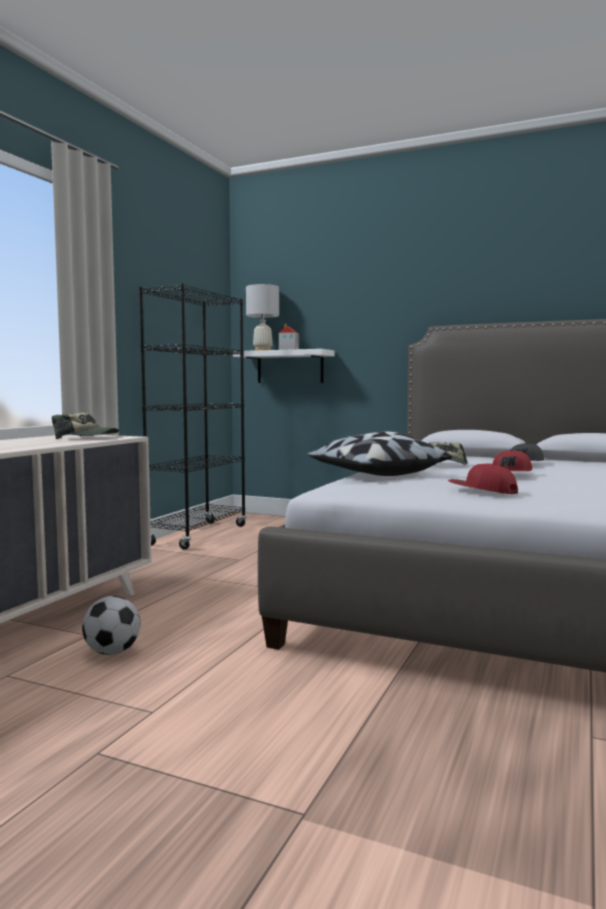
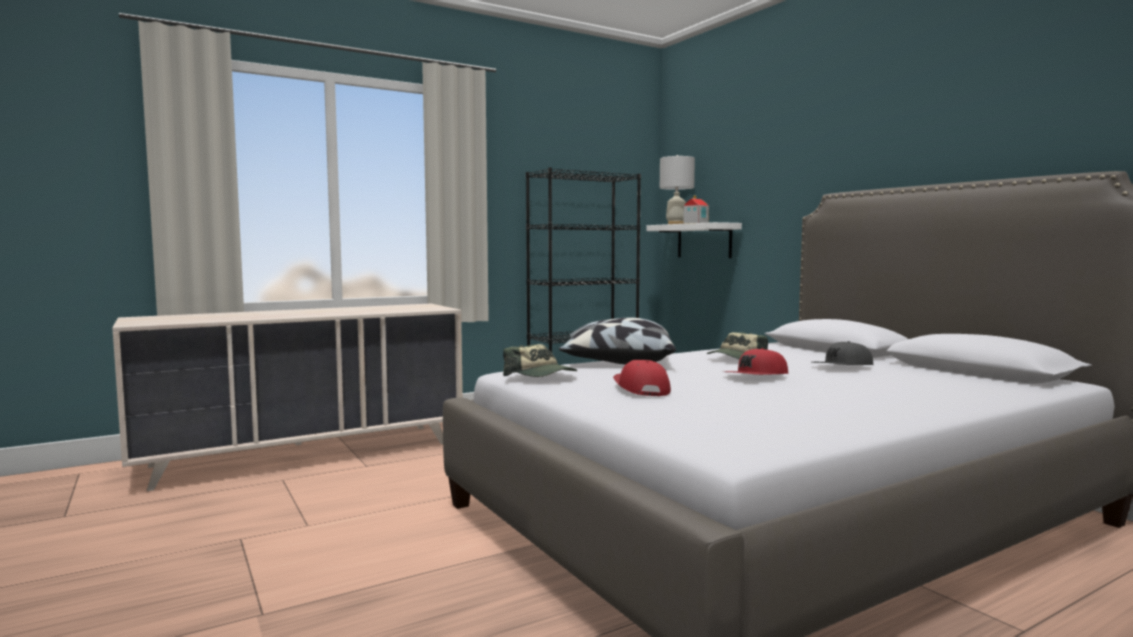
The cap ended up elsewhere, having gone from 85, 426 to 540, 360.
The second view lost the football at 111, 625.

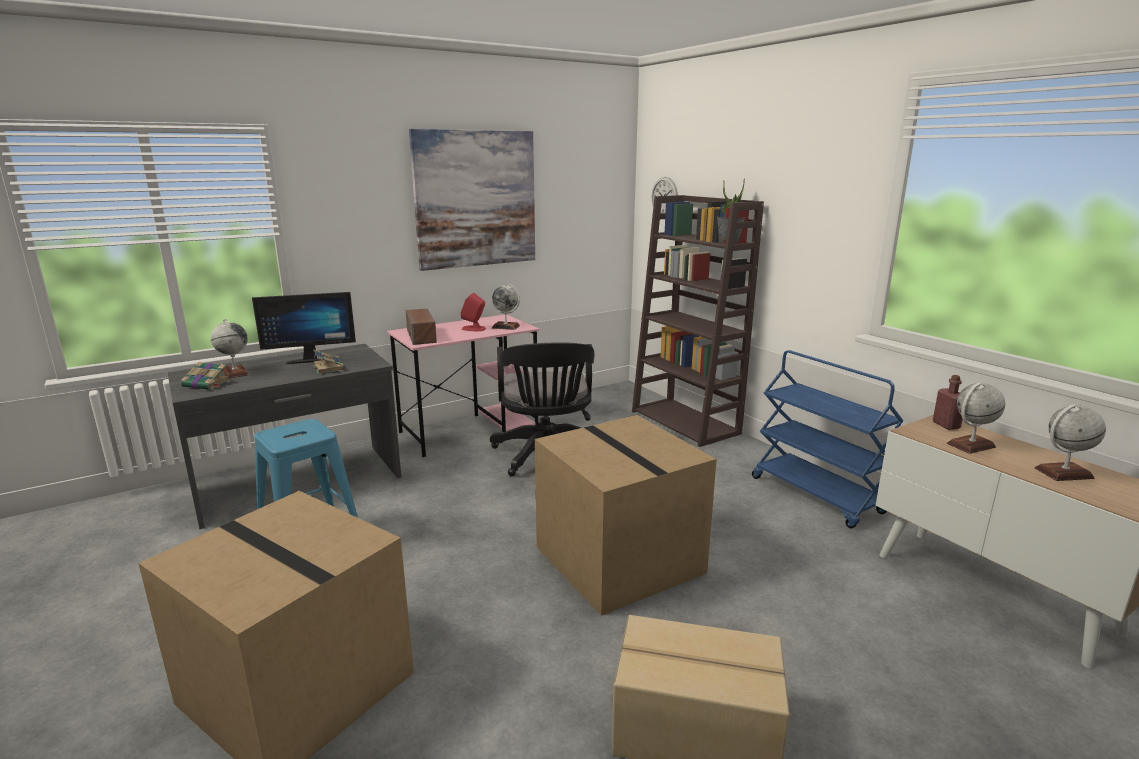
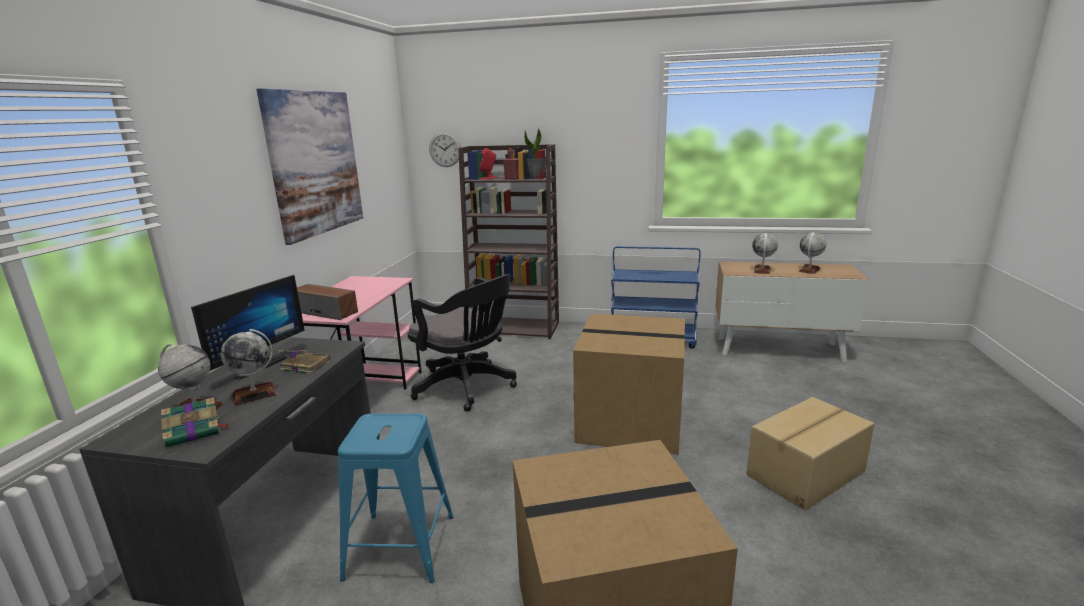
The globe ended up elsewhere, having gone from 506, 307 to 249, 367.
The red speaker ended up elsewhere, having gone from 473, 312 to 488, 163.
The red bottle ended up elsewhere, having gone from 948, 402 to 511, 164.

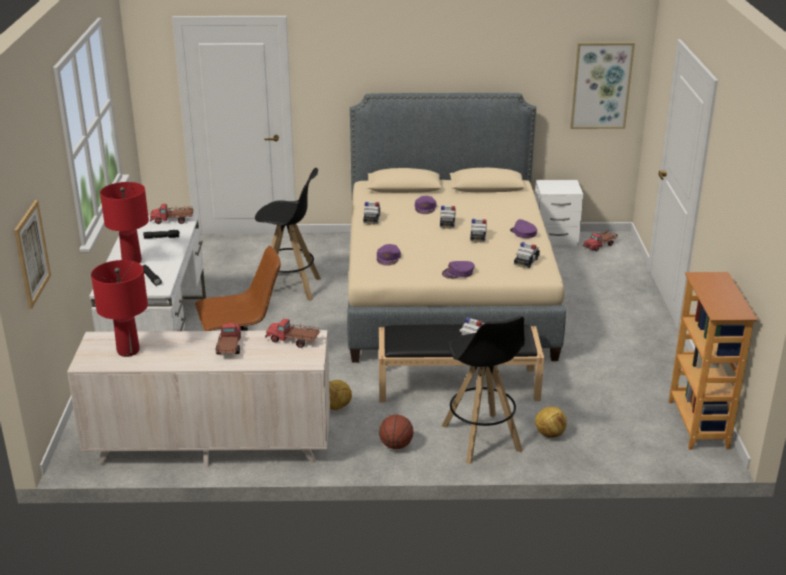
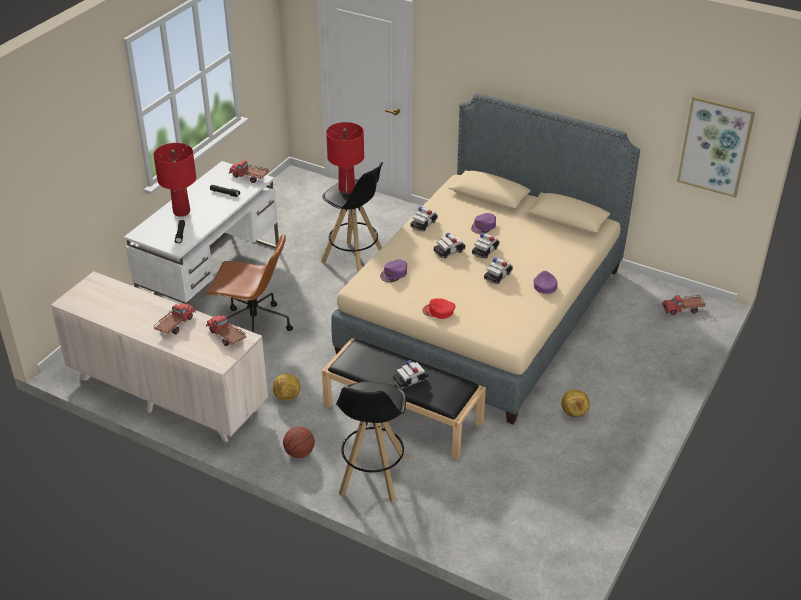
The red table lamp ended up elsewhere, having gone from 119, 308 to 345, 158.
What was the purple cap at 458, 270 turned into the red cap at 438, 309.
The toy car ended up elsewhere, having gone from 527, 255 to 449, 246.
The football ended up elsewhere, having gone from 551, 422 to 575, 403.
The second view lost the picture at 32, 254.
The second view lost the white nightstand at 559, 213.
The second view lost the bookcase at 713, 361.

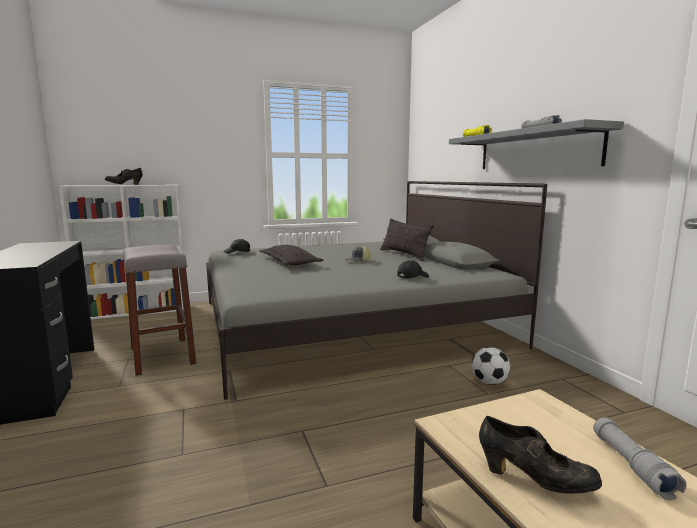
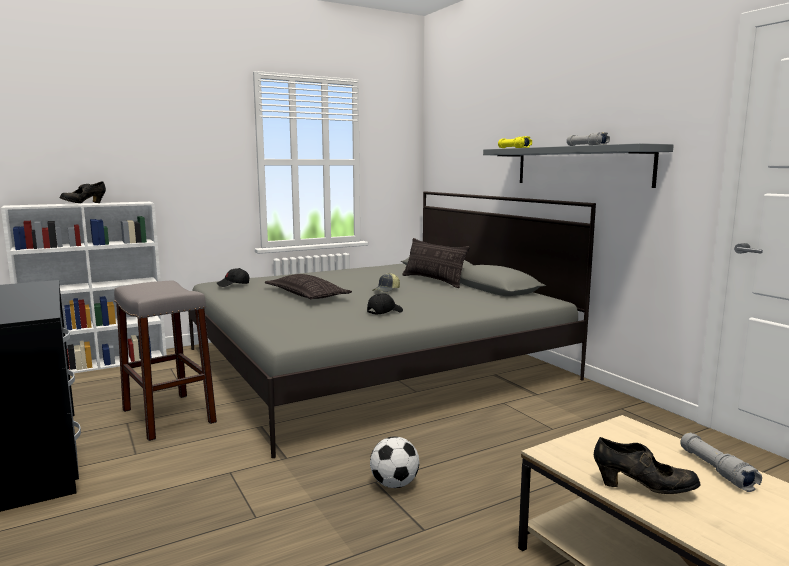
The black cap ended up elsewhere, having gone from 413, 270 to 385, 304.
The football ended up elsewhere, having gone from 491, 366 to 394, 462.

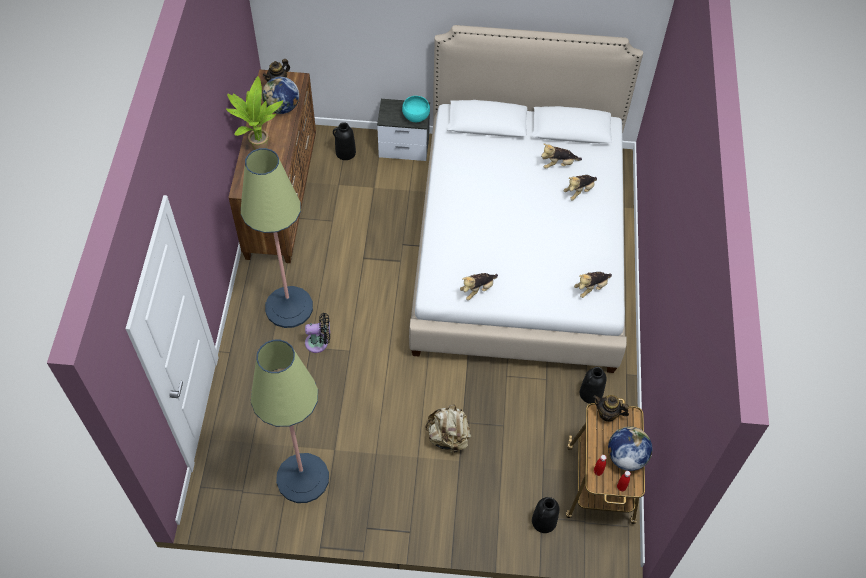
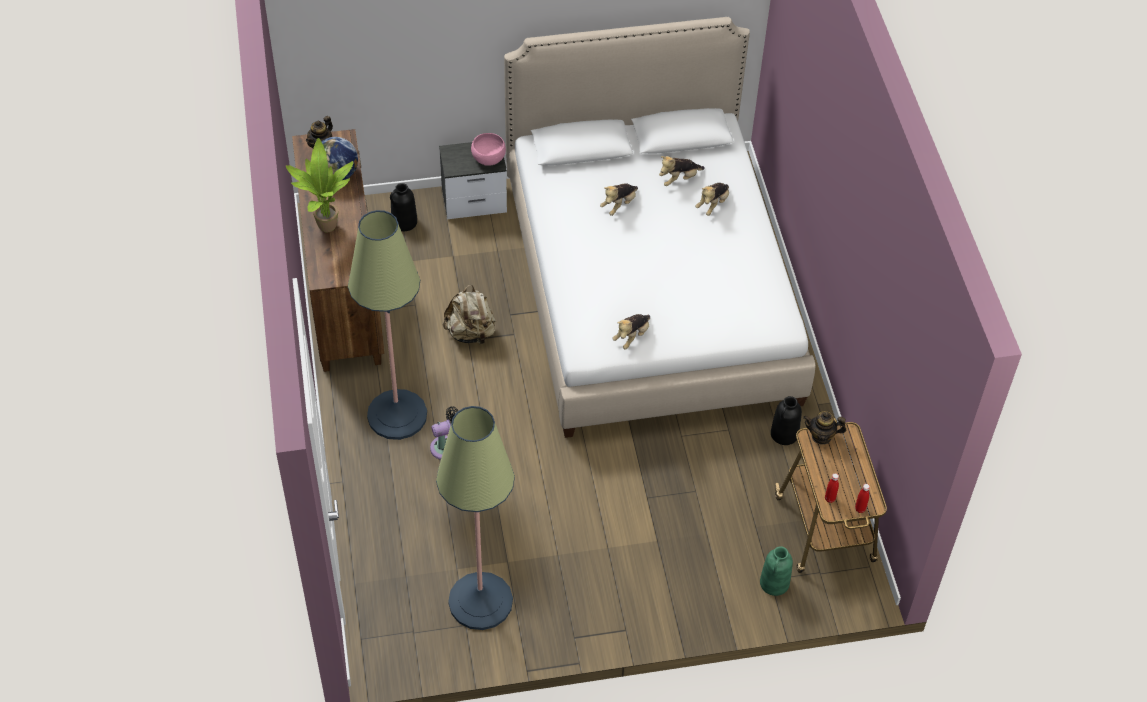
The beige backpack ended up elsewhere, having gone from 448, 429 to 469, 314.
What was the turquoise bowl at 416, 109 turned into the pink bowl at 488, 149.
The plush toy ended up elsewhere, having gone from 593, 285 to 619, 199.
What was the black vase at 545, 515 turned into the green vase at 776, 571.
The second view lost the globe at 630, 448.

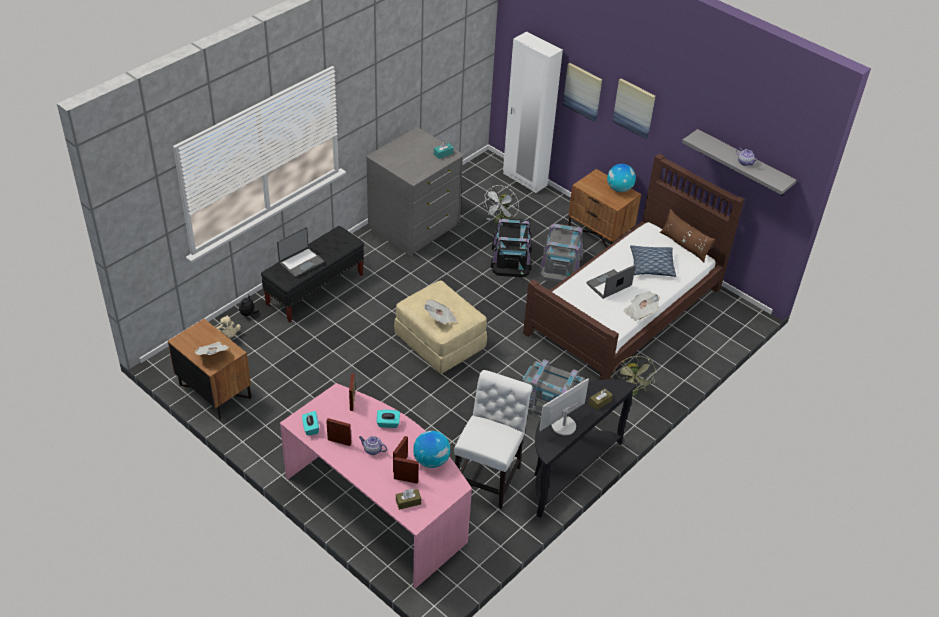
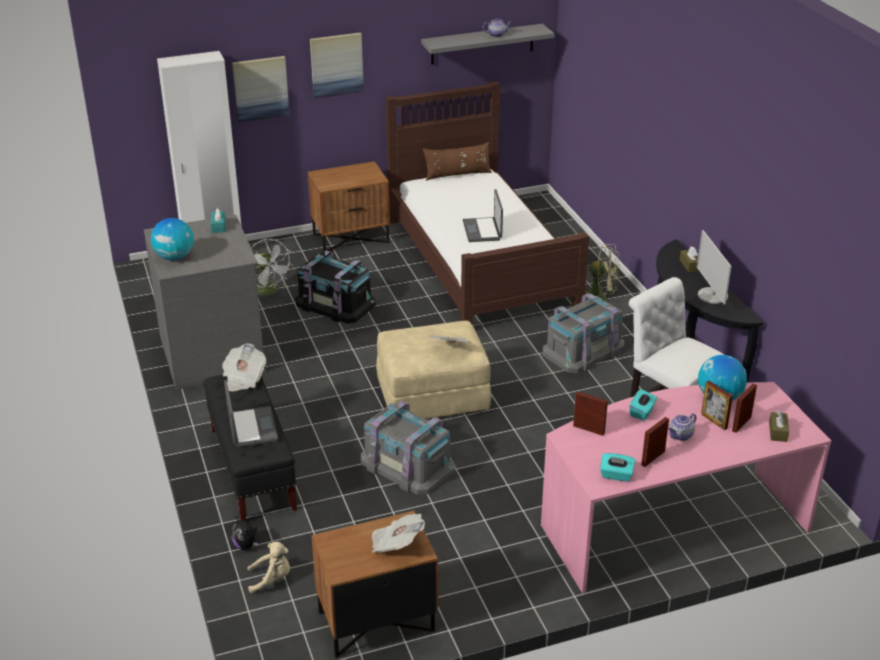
The globe ended up elsewhere, having gone from 621, 178 to 172, 239.
The newspaper ended up elsewhere, having gone from 642, 306 to 244, 367.
The grey storage box ended up elsewhere, having gone from 561, 253 to 408, 448.
The second view lost the pillow at 653, 261.

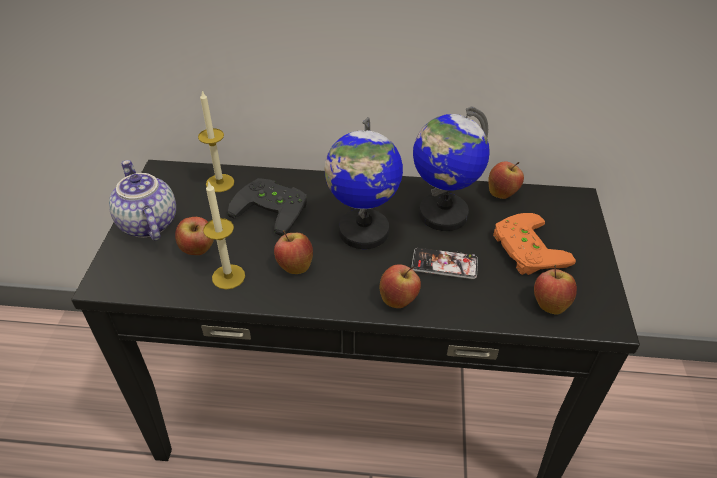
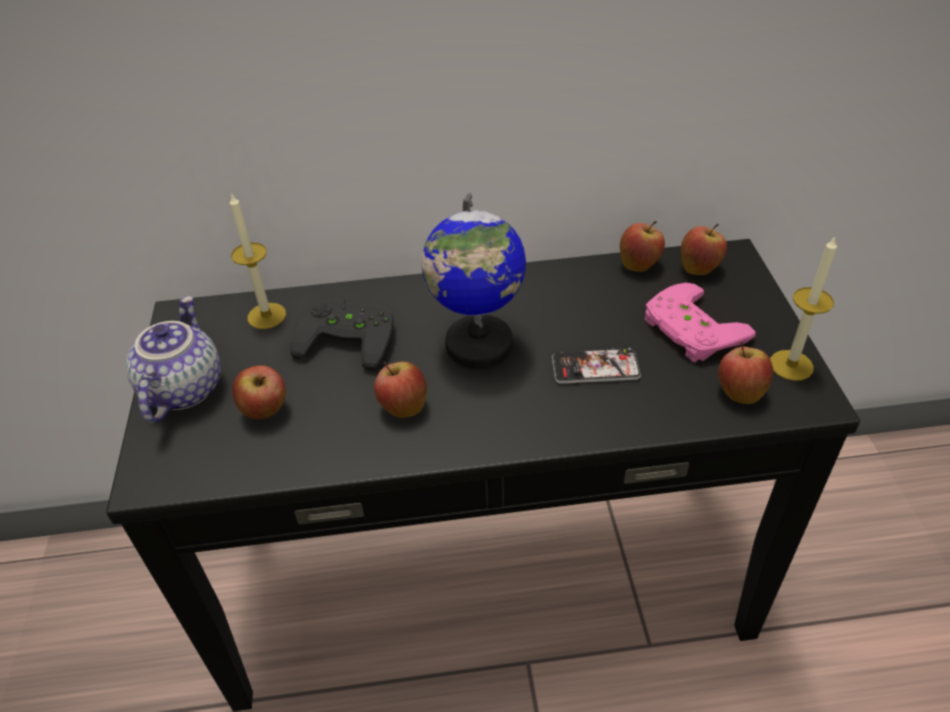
The teapot at 142, 200 ended up facing another way, 45 degrees clockwise from before.
What was the orange game controller at 534, 244 turned into the pink game controller at 700, 322.
The apple ended up elsewhere, having gone from 400, 286 to 704, 249.
The candle ended up elsewhere, having gone from 224, 235 to 803, 308.
The second view lost the globe at 451, 168.

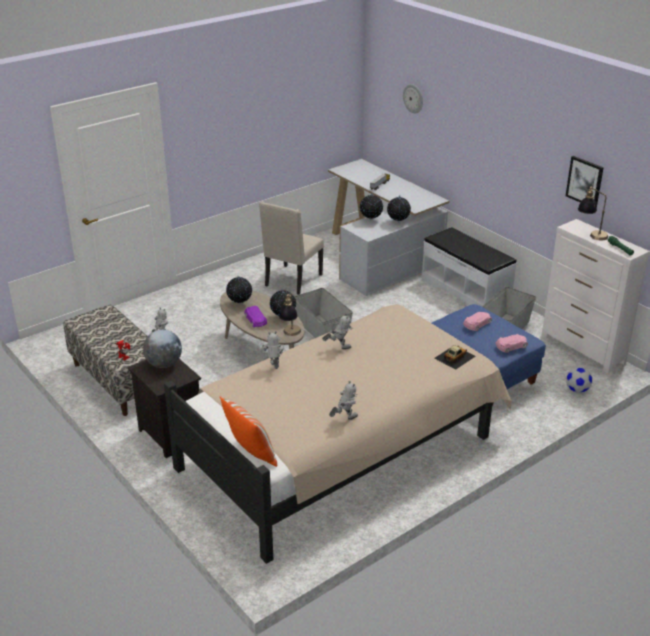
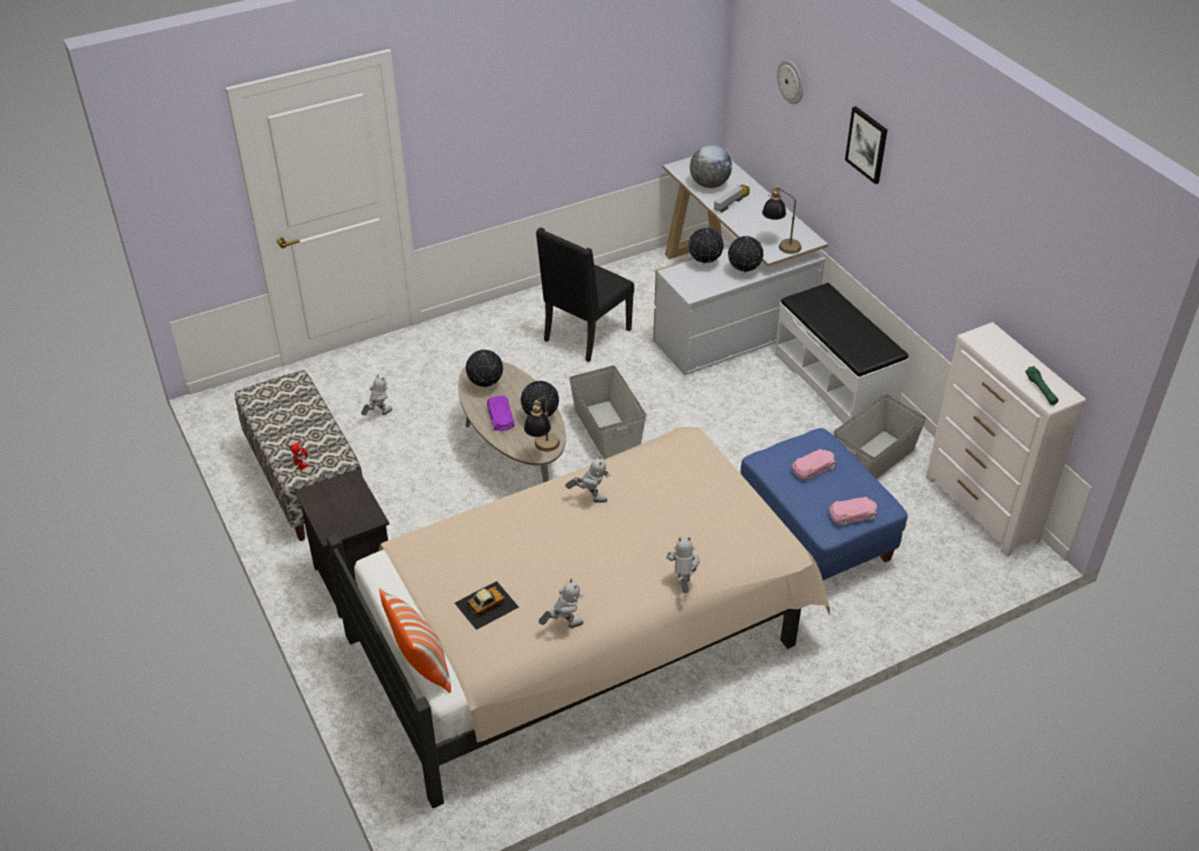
The toy car ended up elsewhere, having gone from 455, 357 to 487, 605.
What was the beige chair at 291, 248 turned into the black chair at 585, 294.
The toy robot ended up elsewhere, having gone from 273, 350 to 683, 565.
The globe ended up elsewhere, having gone from 162, 349 to 711, 166.
The table lamp ended up elsewhere, having gone from 593, 213 to 781, 219.
The picture ended up elsewhere, having gone from 585, 180 to 866, 145.
The second view lost the football at 579, 380.

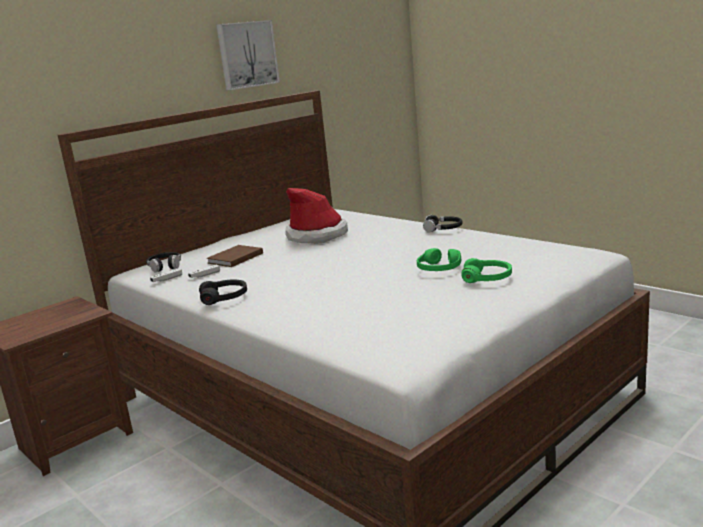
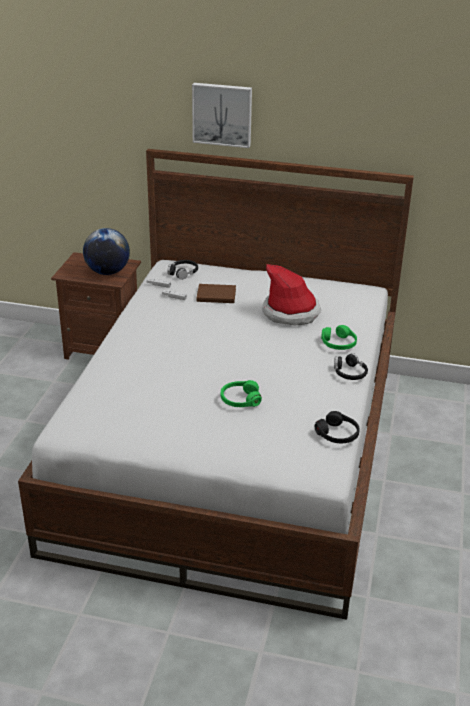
The second view gained the globe at 106, 251.
The picture ended up elsewhere, having gone from 248, 55 to 222, 115.
The black headphones ended up elsewhere, having gone from 223, 292 to 337, 427.
The green headphones ended up elsewhere, having gone from 486, 270 to 339, 337.

